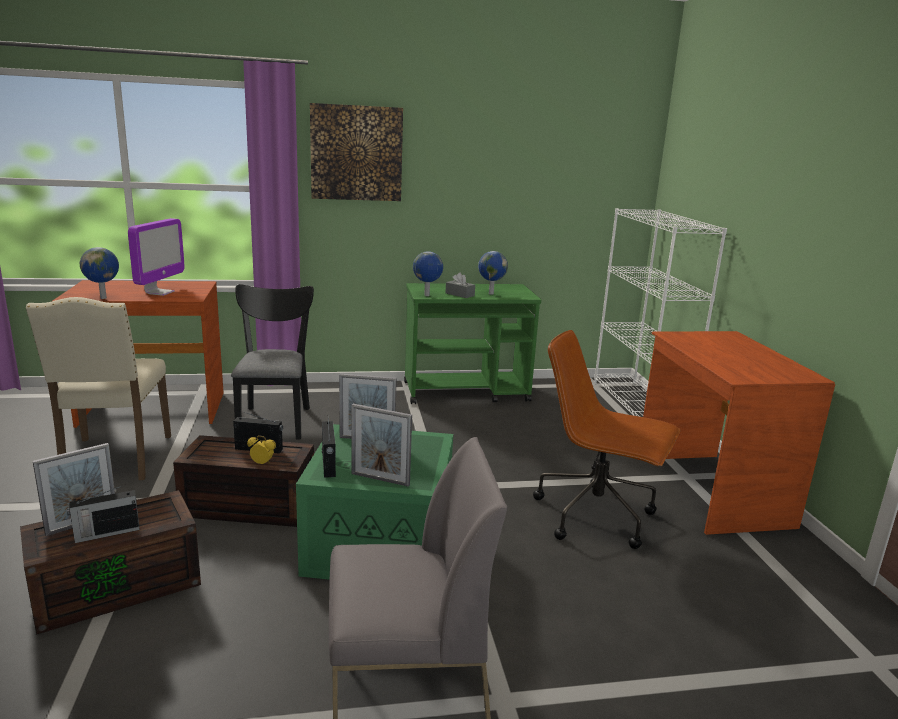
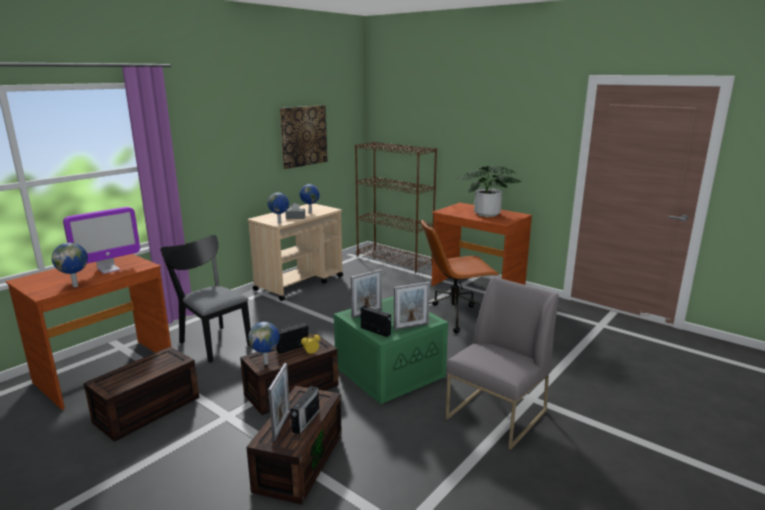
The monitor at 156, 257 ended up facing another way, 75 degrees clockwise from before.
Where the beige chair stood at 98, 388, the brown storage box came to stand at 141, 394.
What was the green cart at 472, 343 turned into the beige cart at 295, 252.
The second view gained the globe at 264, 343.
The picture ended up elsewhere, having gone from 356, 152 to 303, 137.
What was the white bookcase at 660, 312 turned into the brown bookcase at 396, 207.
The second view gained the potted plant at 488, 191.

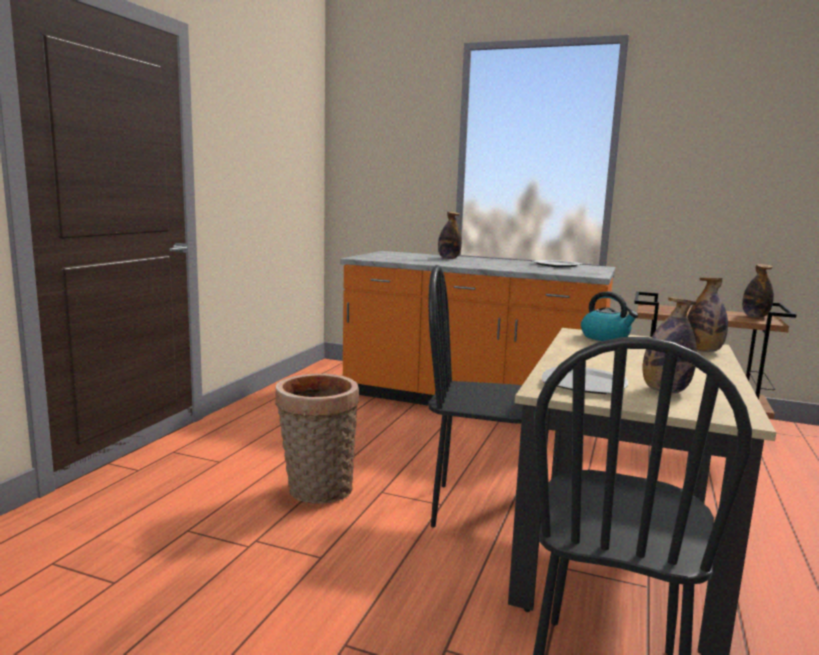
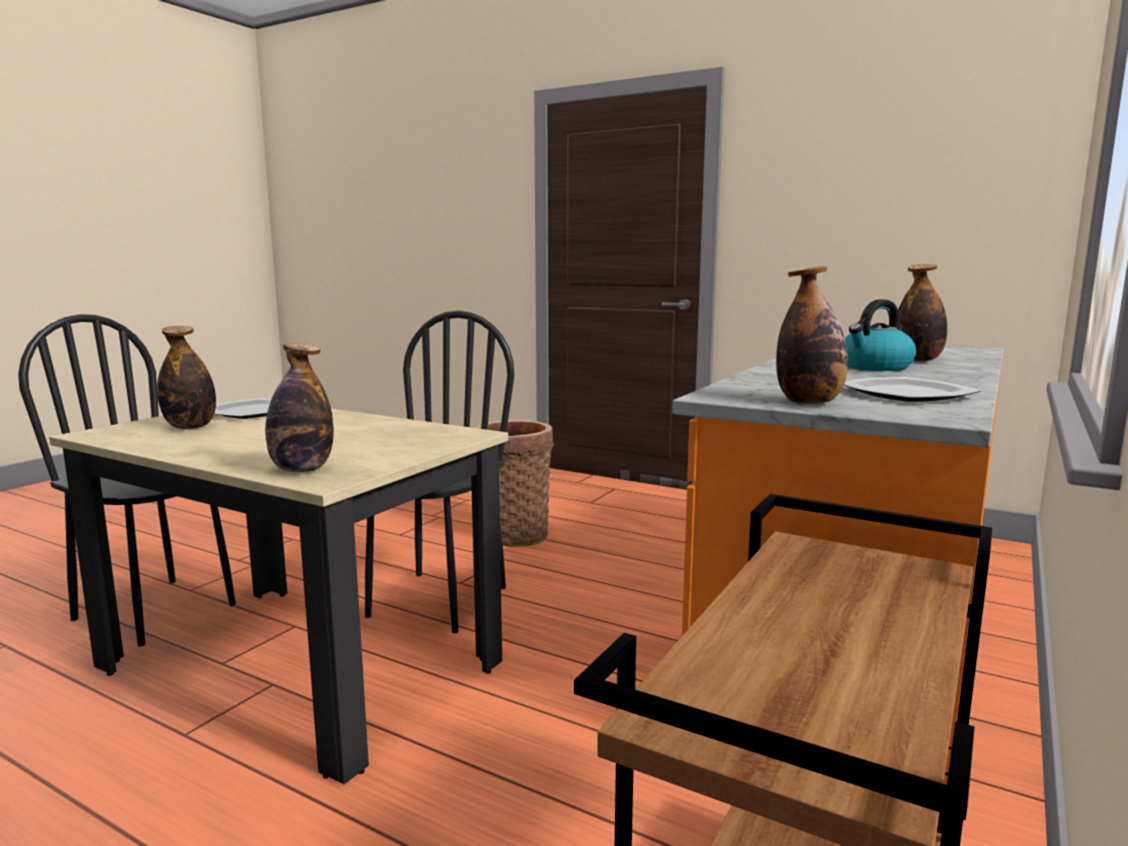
The bottle ended up elsewhere, having gone from 758, 290 to 812, 335.
The kettle ended up elsewhere, having gone from 609, 316 to 880, 335.

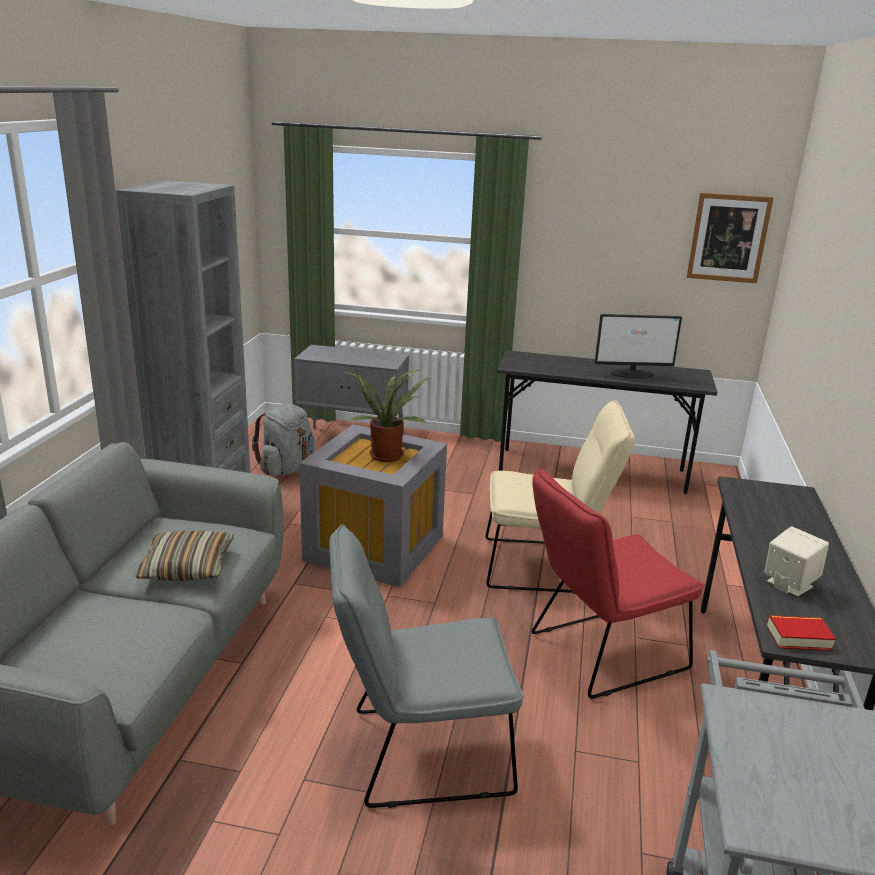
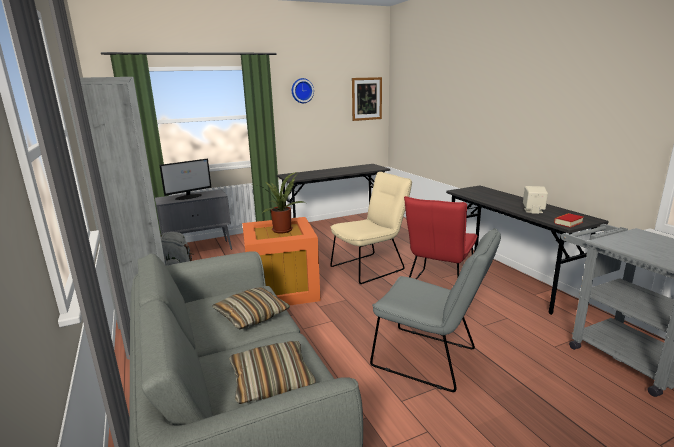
The monitor ended up elsewhere, having gone from 638, 346 to 185, 179.
The second view gained the pillow at 272, 372.
What was the grey storage box at 373, 505 turned into the orange storage box at 281, 261.
The second view gained the wall clock at 303, 90.
The grey chair at 427, 666 ended up facing another way, 105 degrees counterclockwise from before.

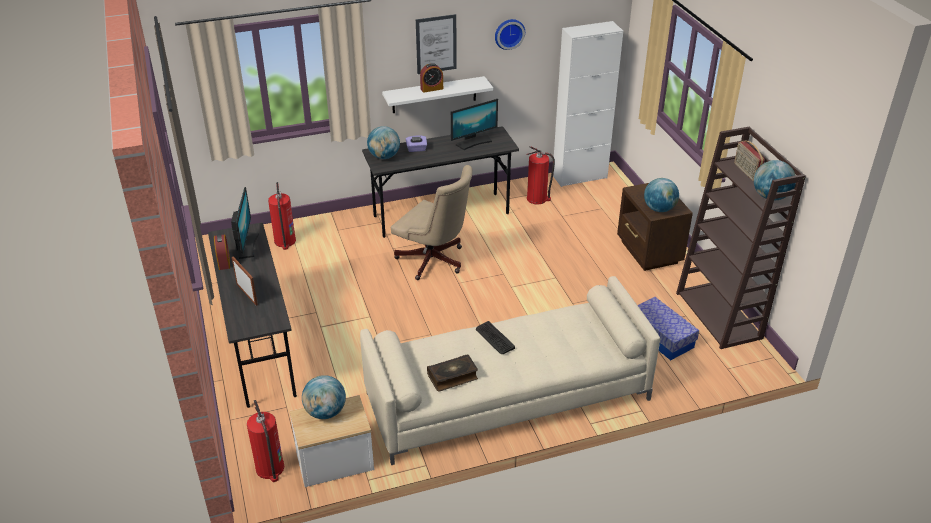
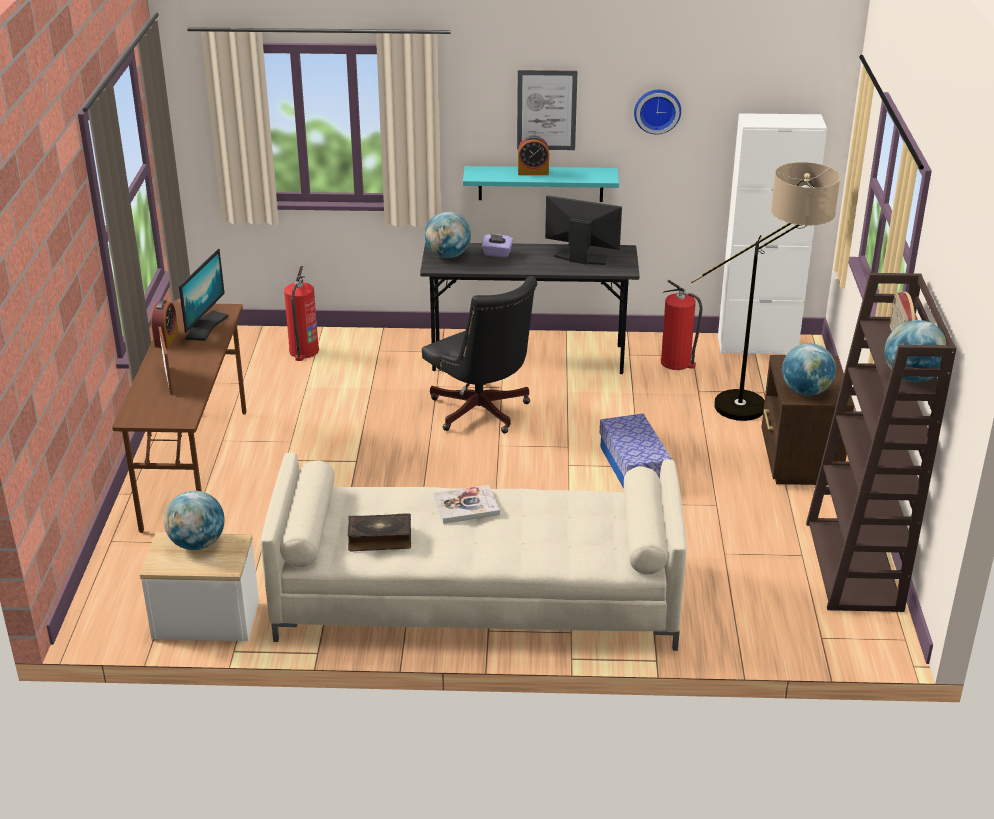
What was the grey desk at 252, 315 turned into the brown desk at 179, 418.
What was the beige office chair at 431, 222 turned into the black office chair at 479, 354.
Where the keyboard stood at 495, 337, the book came to stand at 467, 504.
What was the white shelf at 437, 94 turned into the turquoise shelf at 541, 184.
The monitor at 474, 124 ended up facing another way, 150 degrees counterclockwise from before.
The storage box ended up elsewhere, having gone from 668, 328 to 635, 451.
The second view gained the floor lamp at 765, 291.
The second view lost the fire extinguisher at 265, 441.

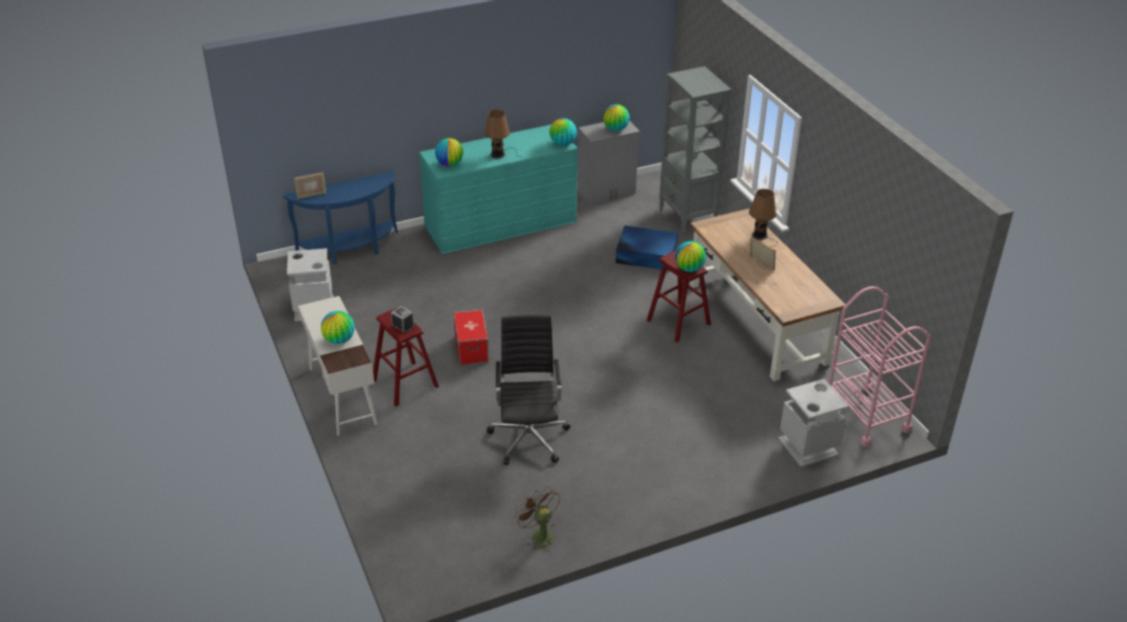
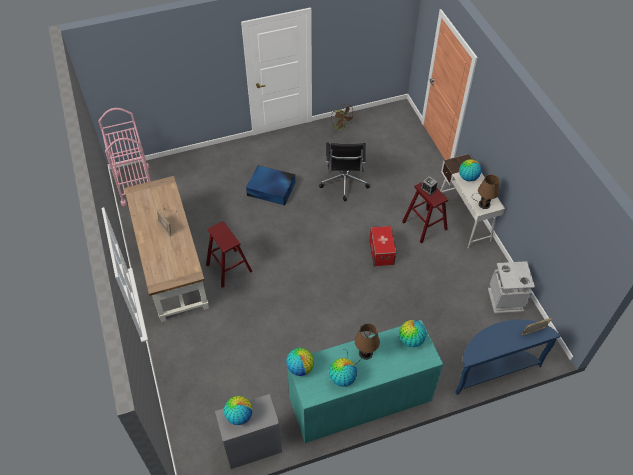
The blue storage box ended up elsewhere, having gone from 646, 248 to 270, 185.
The globe ended up elsewhere, having gone from 690, 256 to 343, 372.
The brown table lamp ended up elsewhere, having gone from 763, 218 to 486, 191.
The second view lost the grey bookcase at 695, 150.
The second view lost the grey trash can at 813, 423.

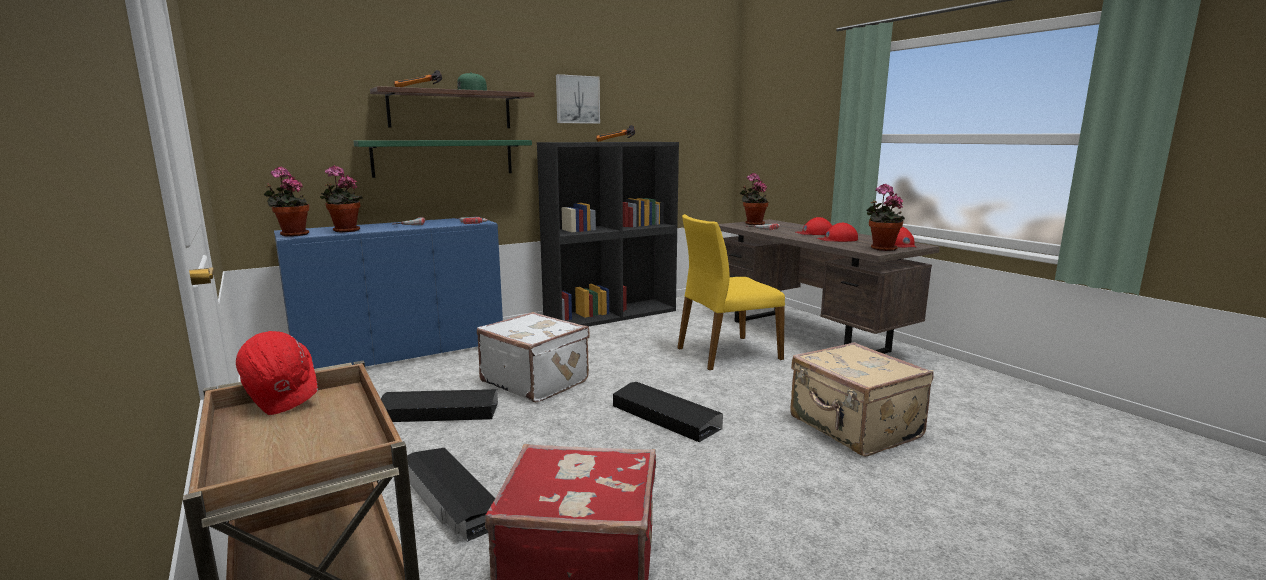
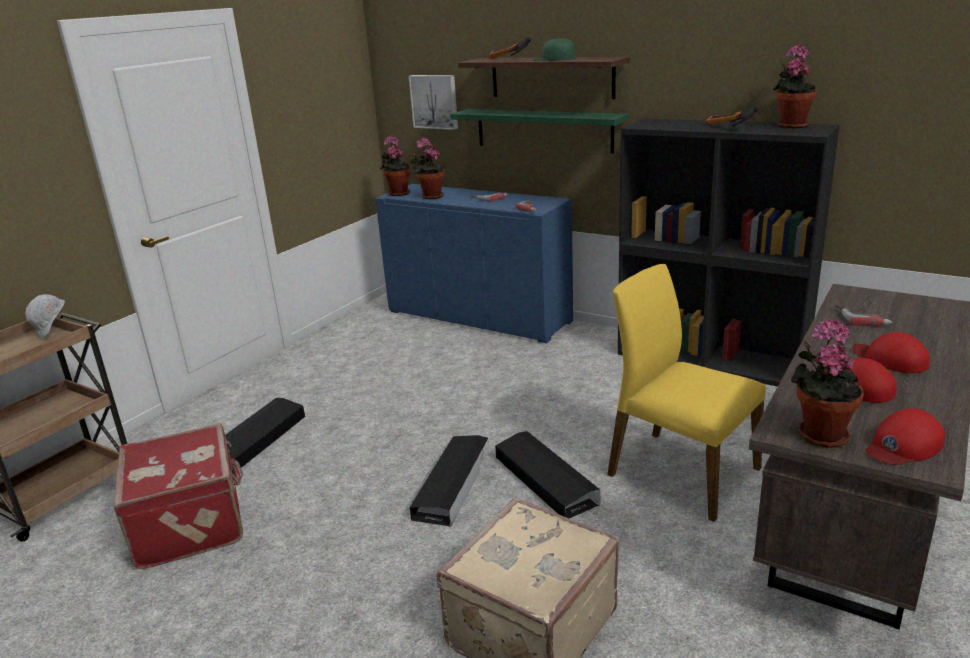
What was the red hard hat at 277, 373 turned into the white hard hat at 45, 316.
The picture ended up elsewhere, having gone from 578, 99 to 433, 102.
The black storage box ended up elsewhere, having gone from 439, 405 to 547, 474.
The potted plant ended up elsewhere, having gone from 754, 199 to 795, 86.
The second view lost the white suitcase at 533, 357.

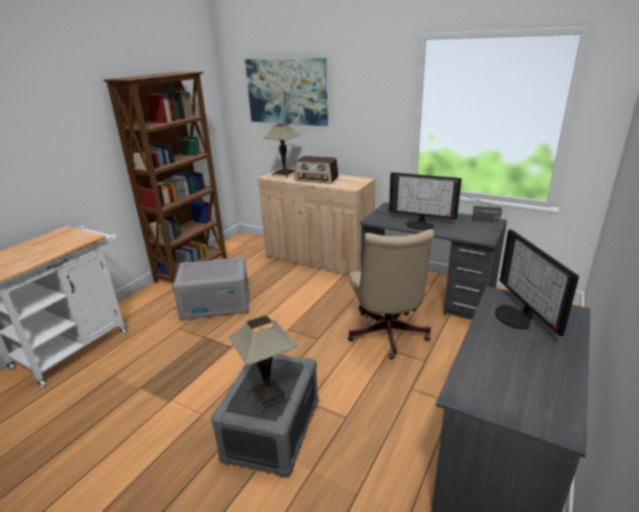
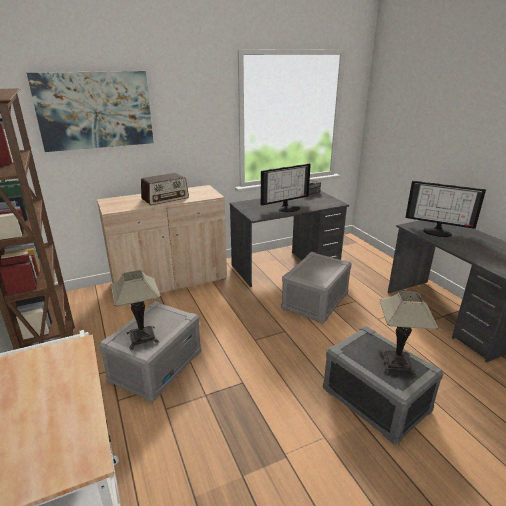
The table lamp ended up elsewhere, having gone from 281, 150 to 136, 310.
Where the beige office chair stood at 391, 294, the grey storage box came to stand at 316, 288.

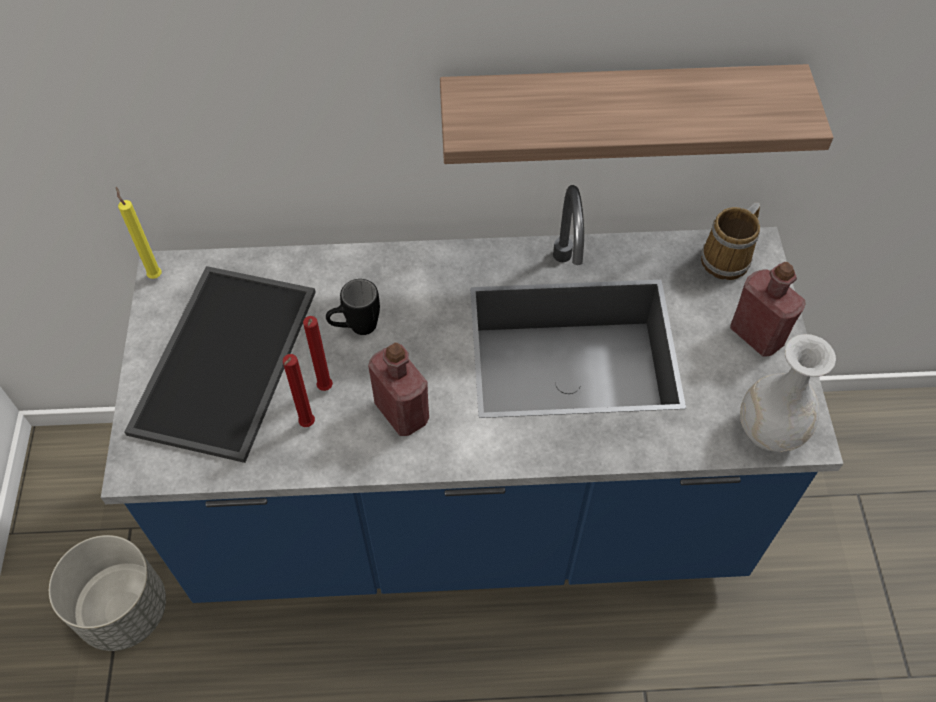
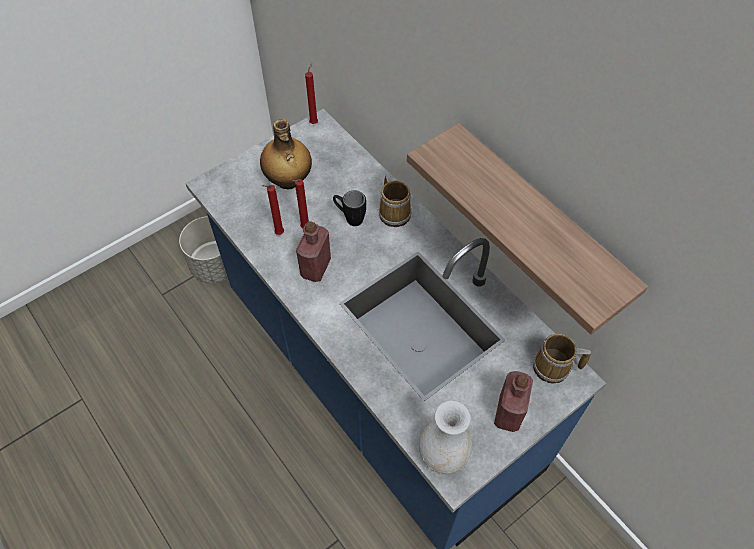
Where the tray stood at 220, 364, the bottle came to stand at 286, 154.
What was the yellow candle at 139, 233 turned into the red candle at 311, 94.
The second view gained the mug at 395, 200.

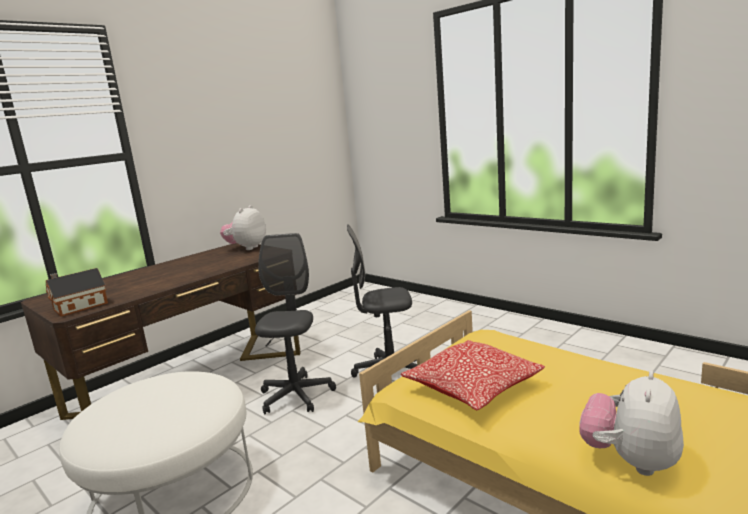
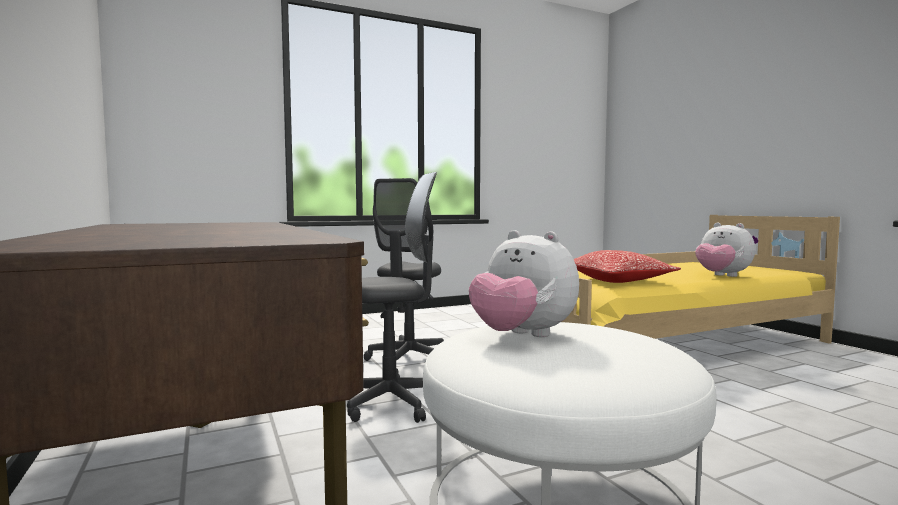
The grey office chair at 295, 323 ended up facing another way, 135 degrees clockwise from before.
The plush toy ended up elsewhere, having gone from 243, 227 to 524, 283.
The second view lost the toy house at 77, 292.

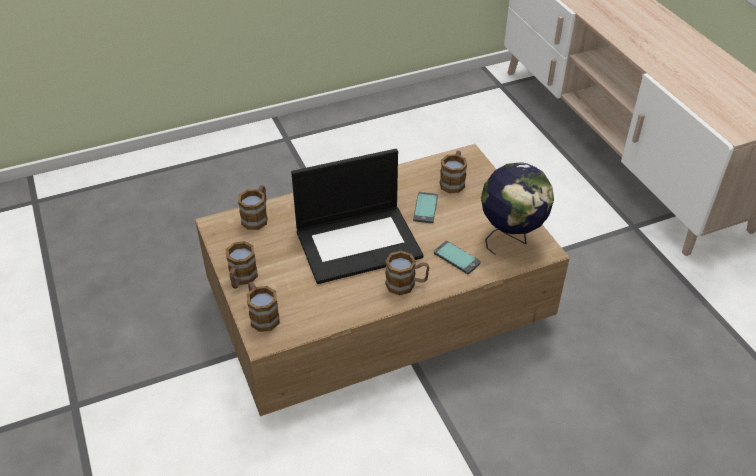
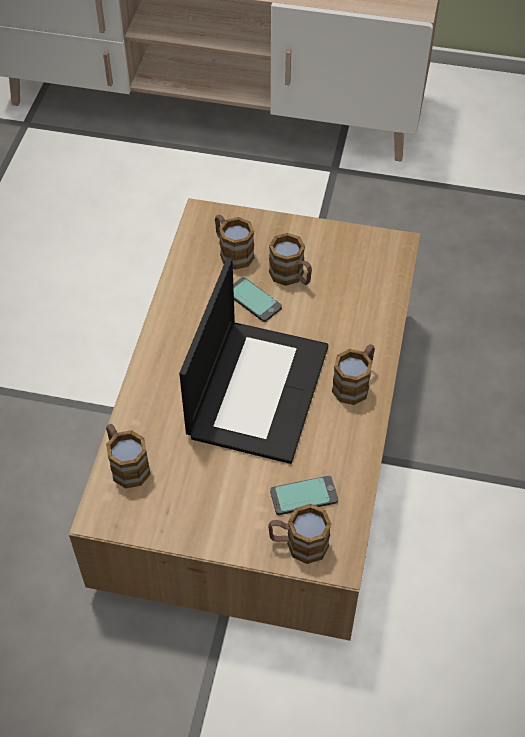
The mug ended up elsewhere, having gone from 242, 264 to 290, 259.
The phone ended up elsewhere, having gone from 457, 257 to 304, 495.
The second view lost the globe at 517, 208.

